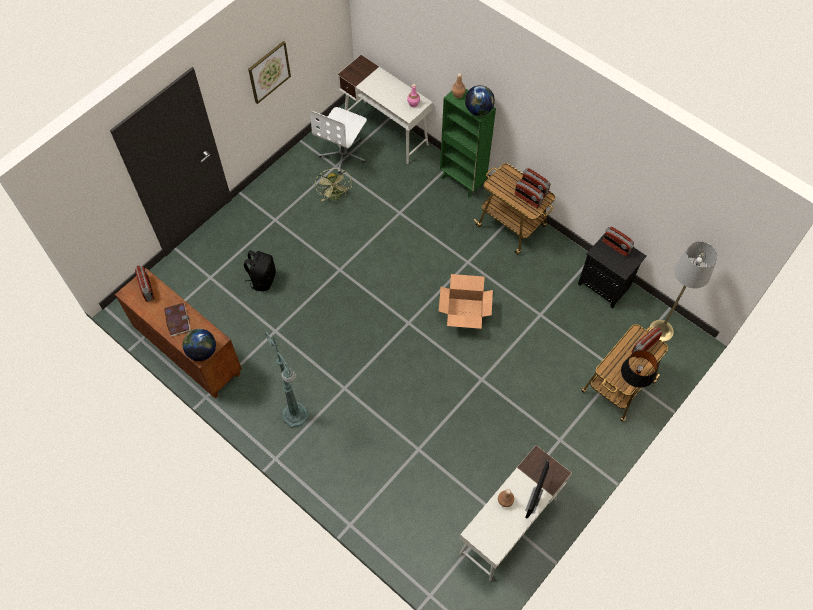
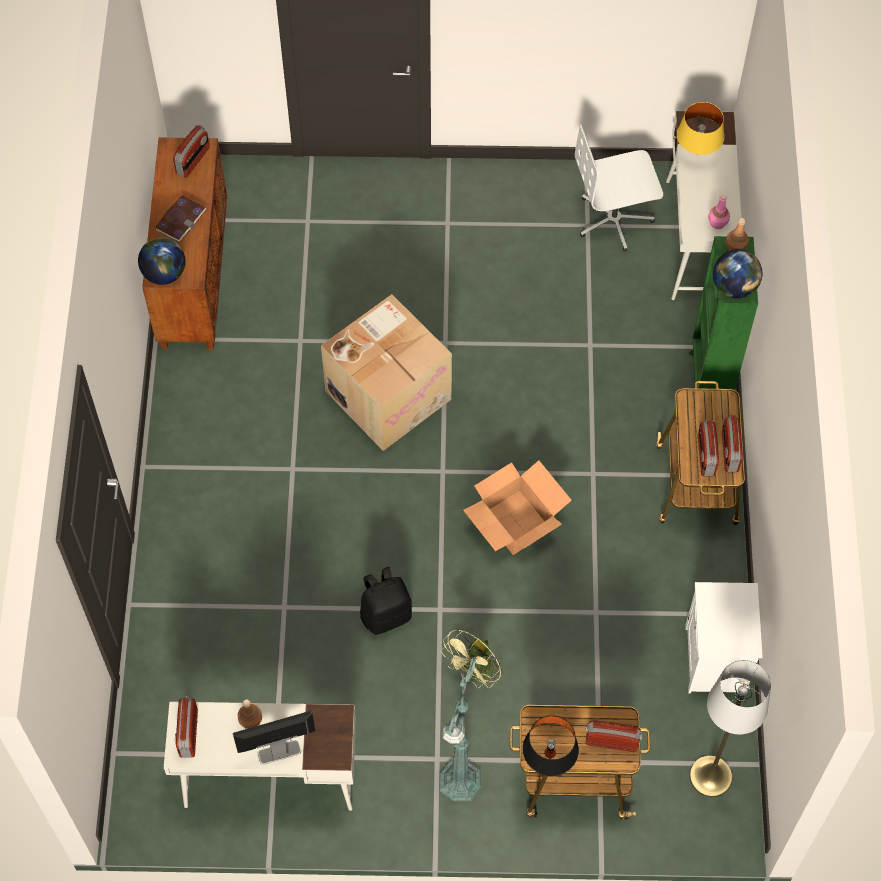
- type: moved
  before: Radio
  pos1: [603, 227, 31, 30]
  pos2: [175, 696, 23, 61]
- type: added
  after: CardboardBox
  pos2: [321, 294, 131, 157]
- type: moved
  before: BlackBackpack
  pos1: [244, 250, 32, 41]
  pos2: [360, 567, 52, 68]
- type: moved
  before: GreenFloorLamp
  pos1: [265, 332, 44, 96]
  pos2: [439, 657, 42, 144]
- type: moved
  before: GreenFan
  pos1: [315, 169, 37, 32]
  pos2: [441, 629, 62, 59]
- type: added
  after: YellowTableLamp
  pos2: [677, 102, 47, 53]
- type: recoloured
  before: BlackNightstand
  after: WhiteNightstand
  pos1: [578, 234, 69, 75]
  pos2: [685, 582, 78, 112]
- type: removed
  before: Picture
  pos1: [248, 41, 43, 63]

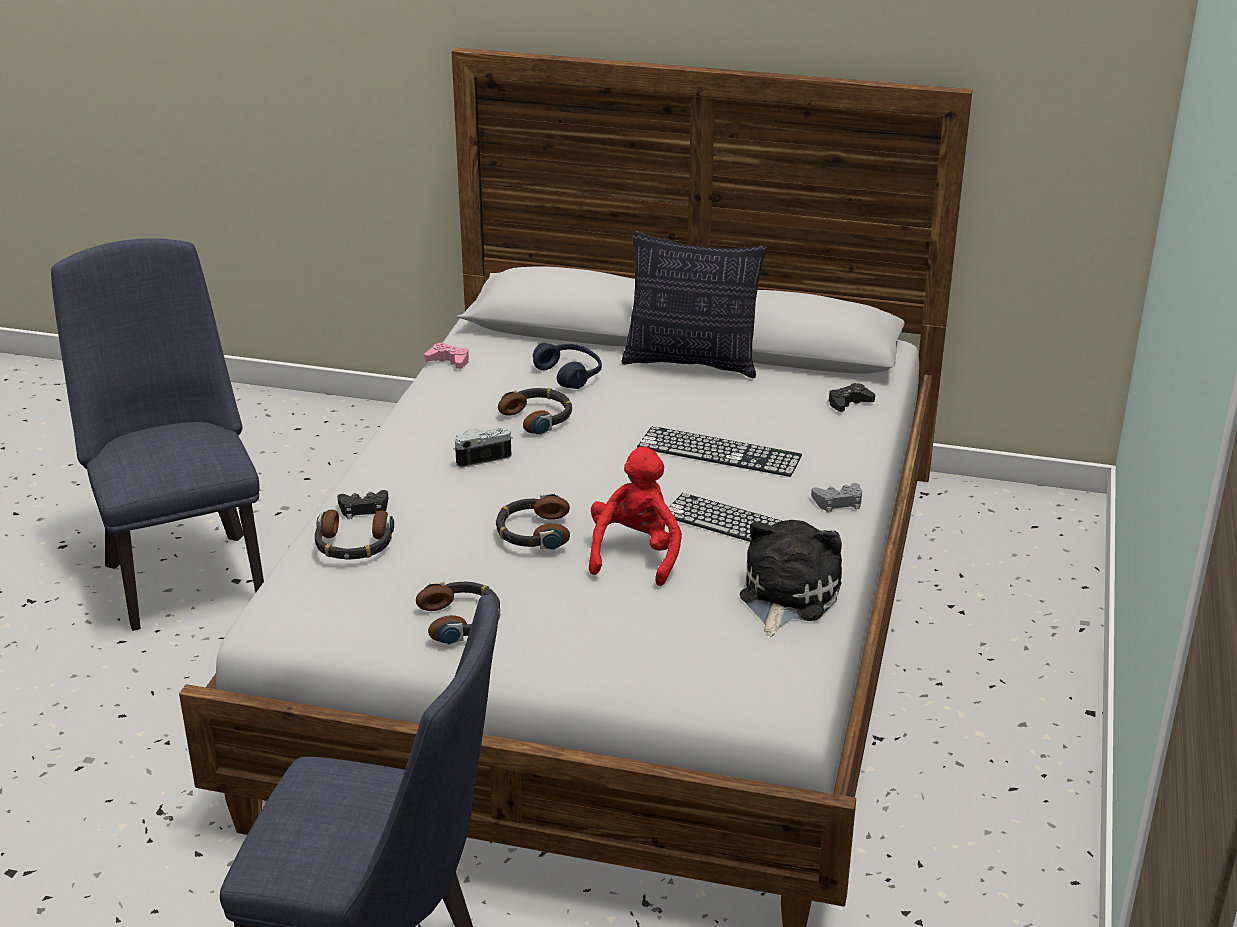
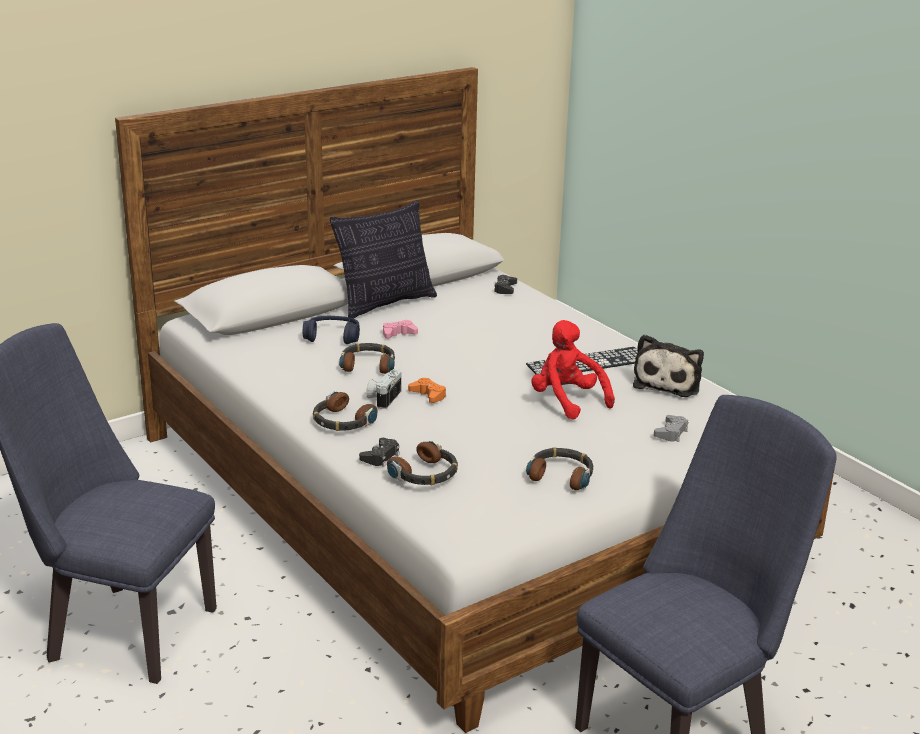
- type: moved
  before: Headphones
  pos1: [496, 493, 74, 57]
  pos2: [313, 391, 65, 40]
- type: moved
  before: PinkGameController
  pos1: [424, 343, 45, 26]
  pos2: [383, 320, 35, 19]
- type: added
  after: OrangeGameController
  pos2: [408, 378, 38, 25]
- type: turned
  before: PlushToy
  pos1: [740, 520, 102, 117]
  pos2: [633, 334, 71, 63]
  turn: -135
- type: moved
  before: GreyGameController
  pos1: [811, 483, 51, 29]
  pos2: [654, 415, 34, 27]
- type: removed
  before: Keyboard
  pos1: [637, 426, 165, 51]

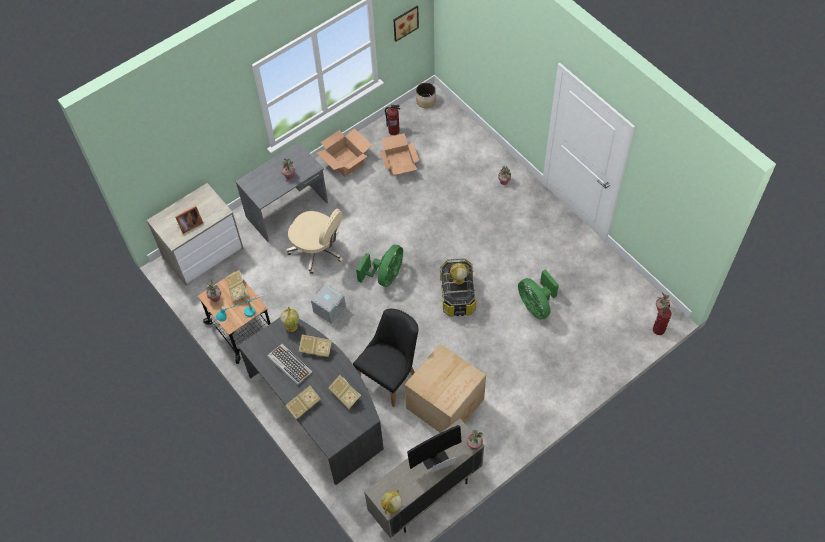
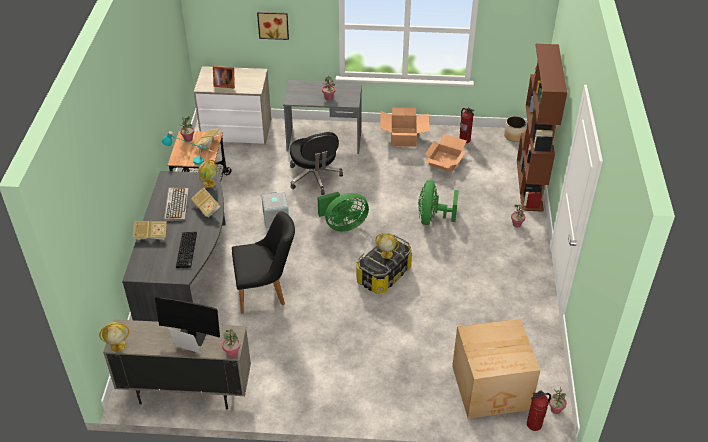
- type: replaced
  before: Book
  after: Keyboard
  pos1: [329, 375, 32, 34]
  pos2: [176, 232, 21, 36]
- type: moved
  before: Picture
  pos1: [394, 6, 25, 36]
  pos2: [257, 12, 32, 28]
- type: recoloured
  before: BeigeOfficeChair
  after: BlackOfficeChair
  pos1: [286, 208, 57, 66]
  pos2: [290, 132, 53, 63]
- type: moved
  before: GreenFan
  pos1: [518, 269, 41, 51]
  pos2: [418, 180, 41, 45]
- type: moved
  before: CardboardBox
  pos1: [404, 344, 82, 89]
  pos2: [452, 319, 88, 100]
- type: added
  after: BrownBookcase
  pos2: [517, 44, 50, 168]

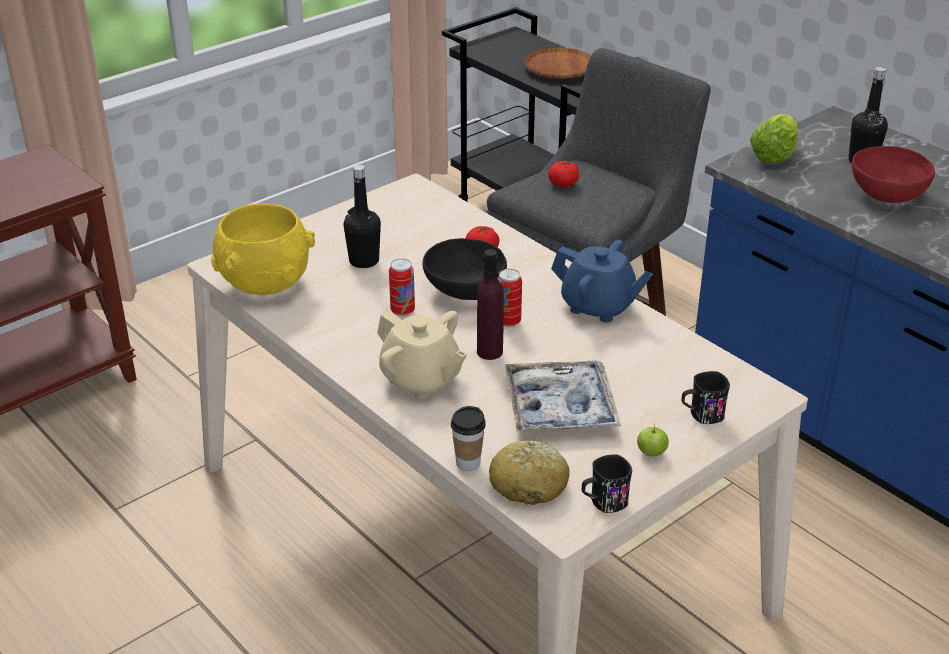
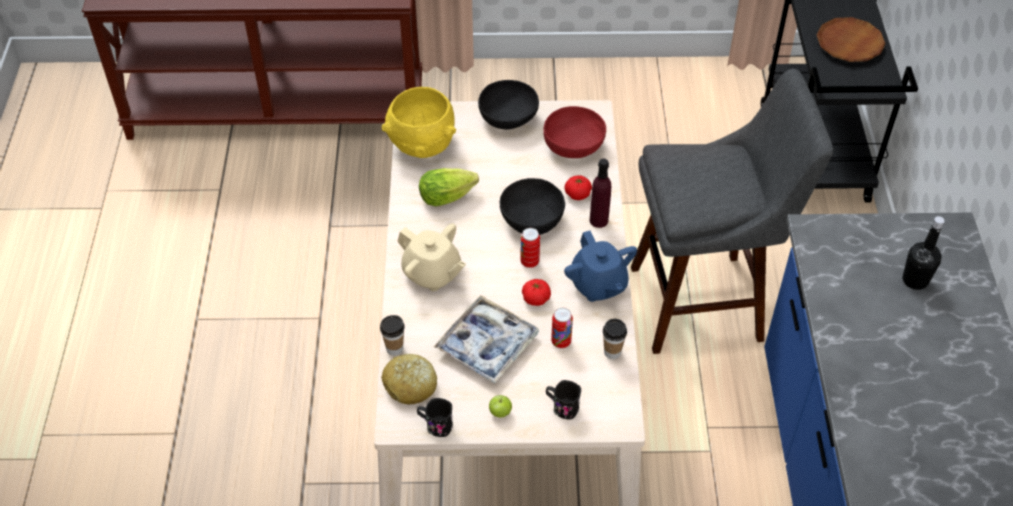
- type: turned
  before: BeigeTeapot
  pos1: [377, 311, 90, 88]
  pos2: [397, 224, 69, 67]
  turn: -45
- type: moved
  before: Lettuce
  pos1: [750, 114, 48, 50]
  pos2: [419, 168, 60, 38]
- type: added
  after: BlackBowl
  pos2: [478, 80, 61, 49]
- type: moved
  before: Tomato
  pos1: [548, 161, 31, 26]
  pos2: [522, 279, 29, 27]
- type: moved
  before: RedBowl
  pos1: [852, 146, 83, 57]
  pos2: [543, 106, 63, 52]
- type: moved
  before: Can
  pos1: [389, 258, 26, 58]
  pos2: [551, 308, 22, 40]
- type: moved
  before: PurpleBottle
  pos1: [477, 249, 27, 111]
  pos2: [590, 159, 21, 69]
- type: added
  after: Cup
  pos2: [603, 319, 24, 40]
- type: removed
  before: BlackBottle
  pos1: [343, 165, 38, 103]

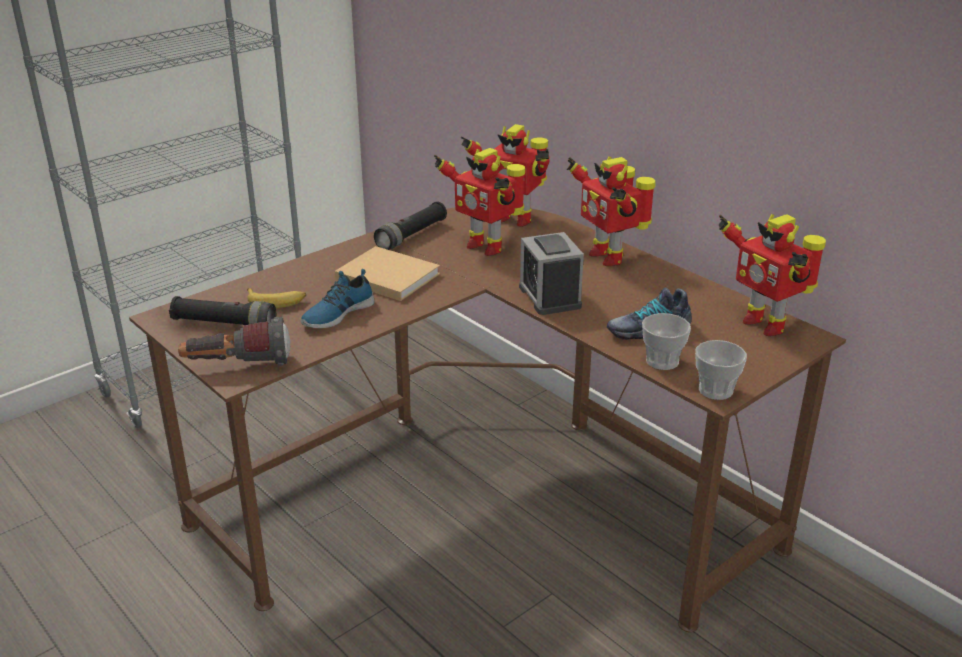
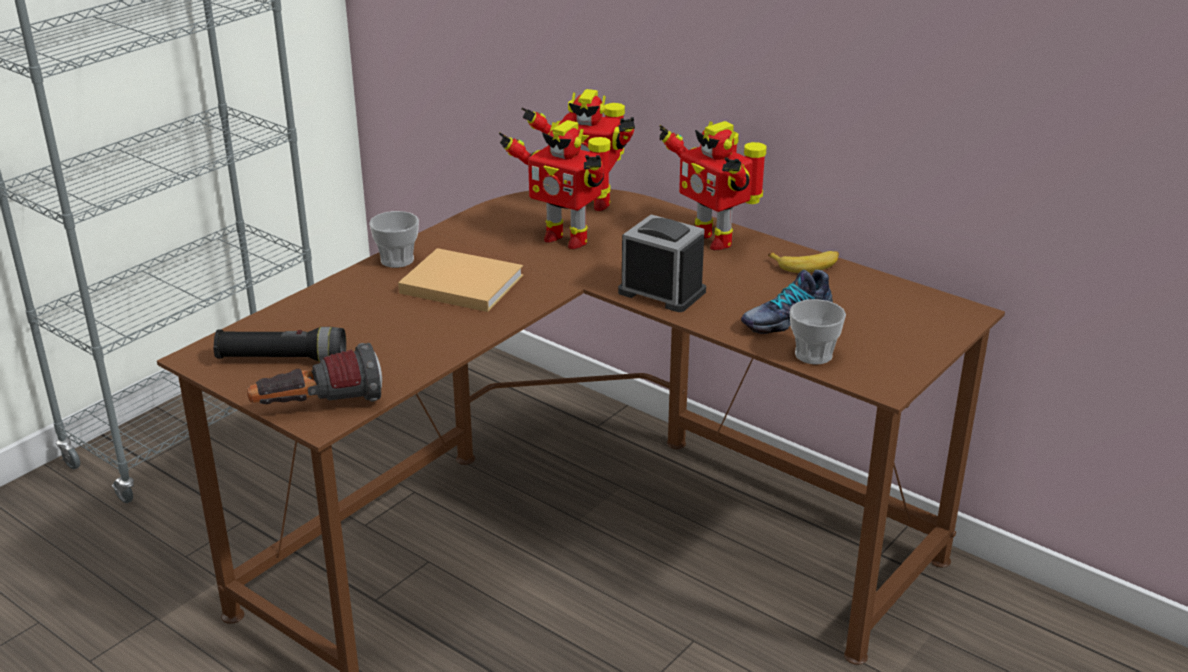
- type: moved
  before: Cup
  pos1: [695, 340, 52, 60]
  pos2: [369, 211, 50, 57]
- type: turned
  before: AlarmClock
  pos1: [519, 232, 65, 83]
  pos2: [618, 214, 88, 98]
  turn: 150
- type: moved
  before: Banana
  pos1: [247, 288, 59, 20]
  pos2: [768, 251, 71, 22]
- type: removed
  before: Shoe
  pos1: [301, 269, 74, 59]
- type: removed
  before: BlackFlashlight
  pos1: [374, 201, 73, 49]
- type: removed
  before: ToyRobot
  pos1: [719, 214, 107, 122]

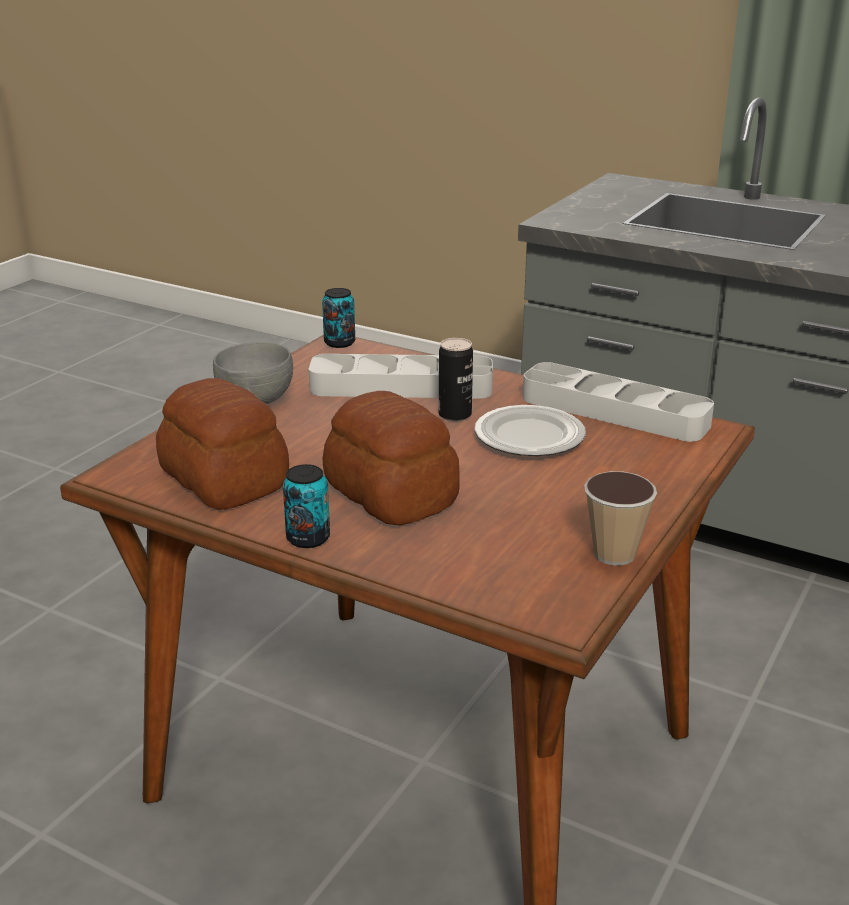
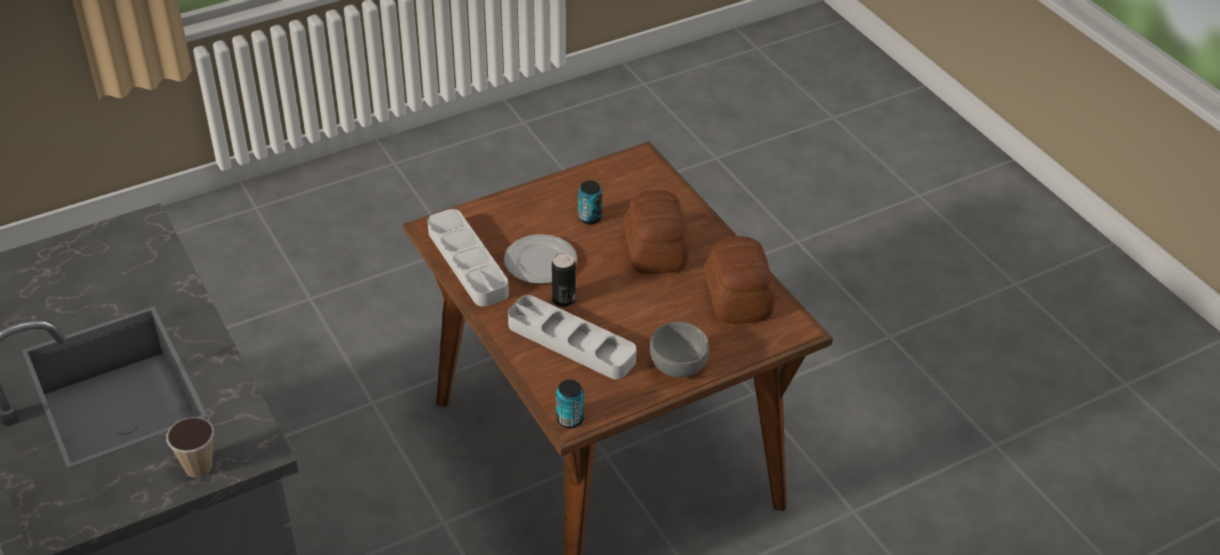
- type: moved
  before: Cup
  pos1: [584, 471, 73, 95]
  pos2: [166, 417, 48, 61]
- type: moved
  before: Can
  pos1: [283, 464, 47, 84]
  pos2: [578, 181, 24, 44]

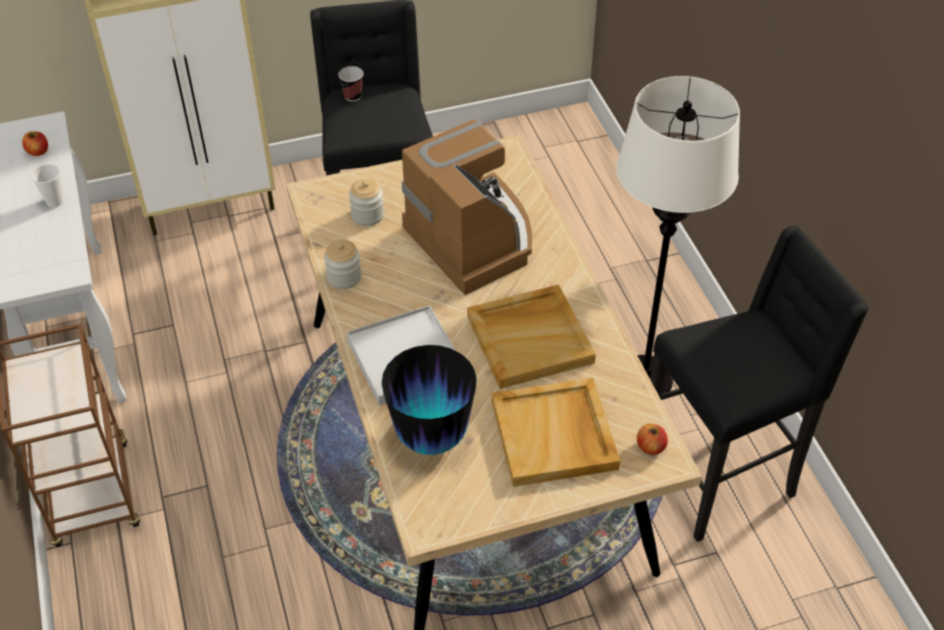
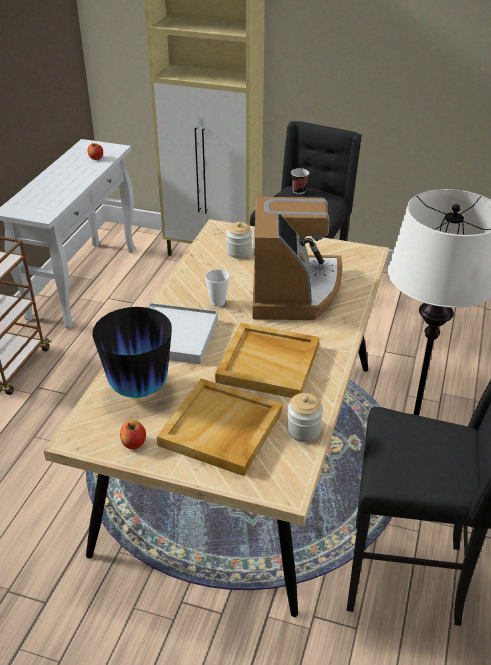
- type: moved
  before: Apple
  pos1: [637, 424, 31, 31]
  pos2: [120, 421, 26, 28]
- type: moved
  before: Cup
  pos1: [31, 164, 33, 43]
  pos2: [205, 269, 24, 38]
- type: moved
  before: Jar
  pos1: [324, 240, 37, 49]
  pos2: [287, 393, 36, 49]

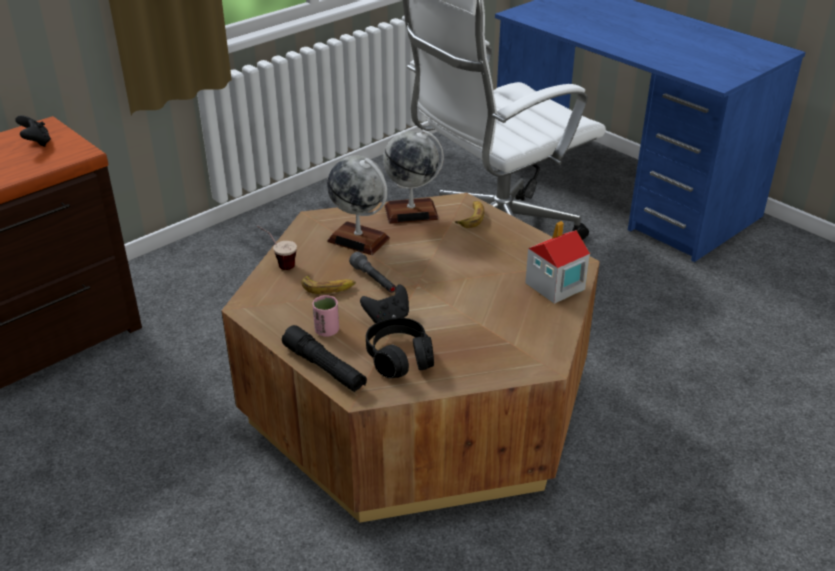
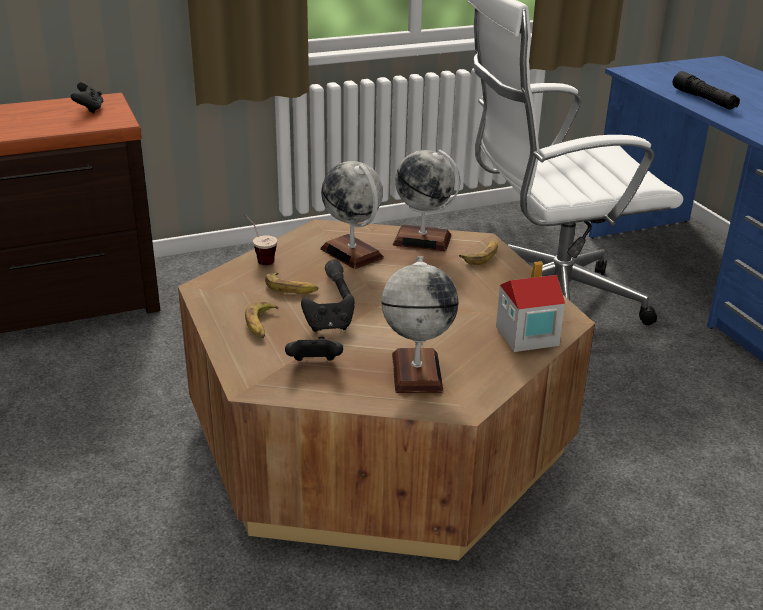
- type: replaced
  before: PinkCup
  after: Banana
  pos1: [313, 295, 26, 42]
  pos2: [245, 301, 34, 37]
- type: replaced
  before: BlackHeadphones
  after: BlackGameController
  pos1: [366, 318, 68, 60]
  pos2: [285, 336, 58, 25]
- type: added
  after: Globe
  pos2: [381, 256, 78, 137]
- type: moved
  before: BlackFlashlight
  pos1: [282, 325, 85, 67]
  pos2: [673, 71, 67, 39]

